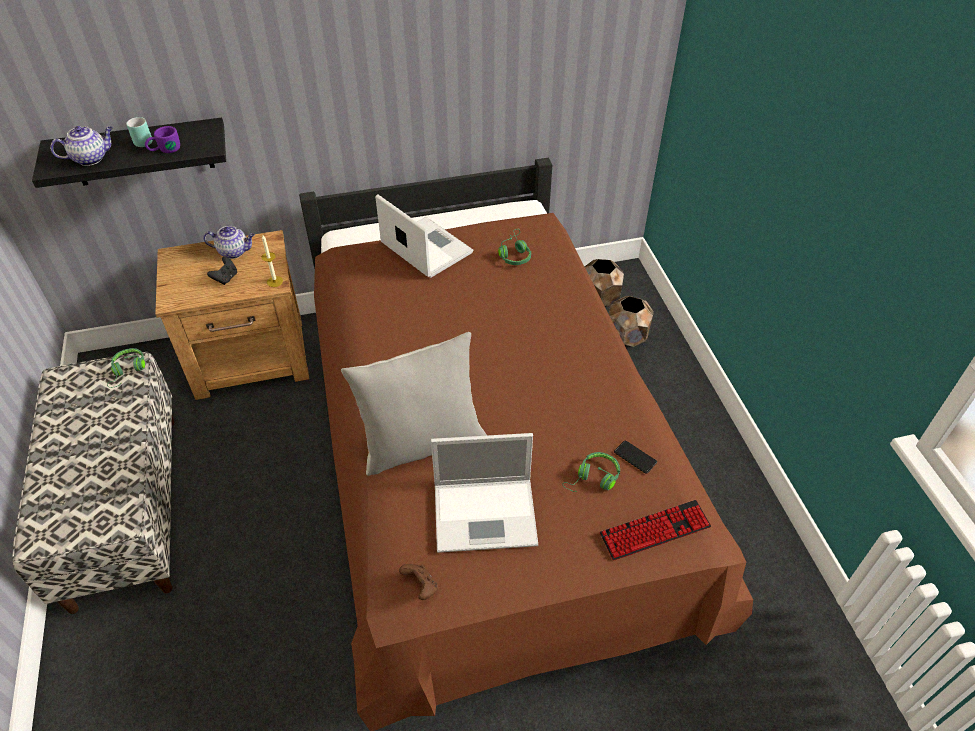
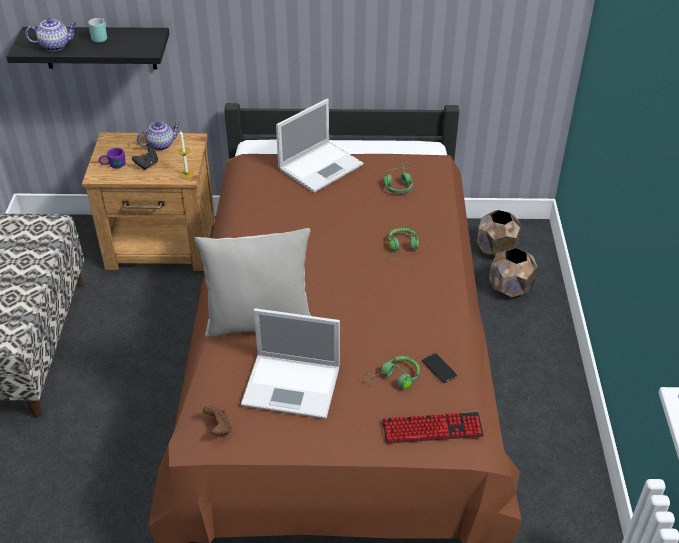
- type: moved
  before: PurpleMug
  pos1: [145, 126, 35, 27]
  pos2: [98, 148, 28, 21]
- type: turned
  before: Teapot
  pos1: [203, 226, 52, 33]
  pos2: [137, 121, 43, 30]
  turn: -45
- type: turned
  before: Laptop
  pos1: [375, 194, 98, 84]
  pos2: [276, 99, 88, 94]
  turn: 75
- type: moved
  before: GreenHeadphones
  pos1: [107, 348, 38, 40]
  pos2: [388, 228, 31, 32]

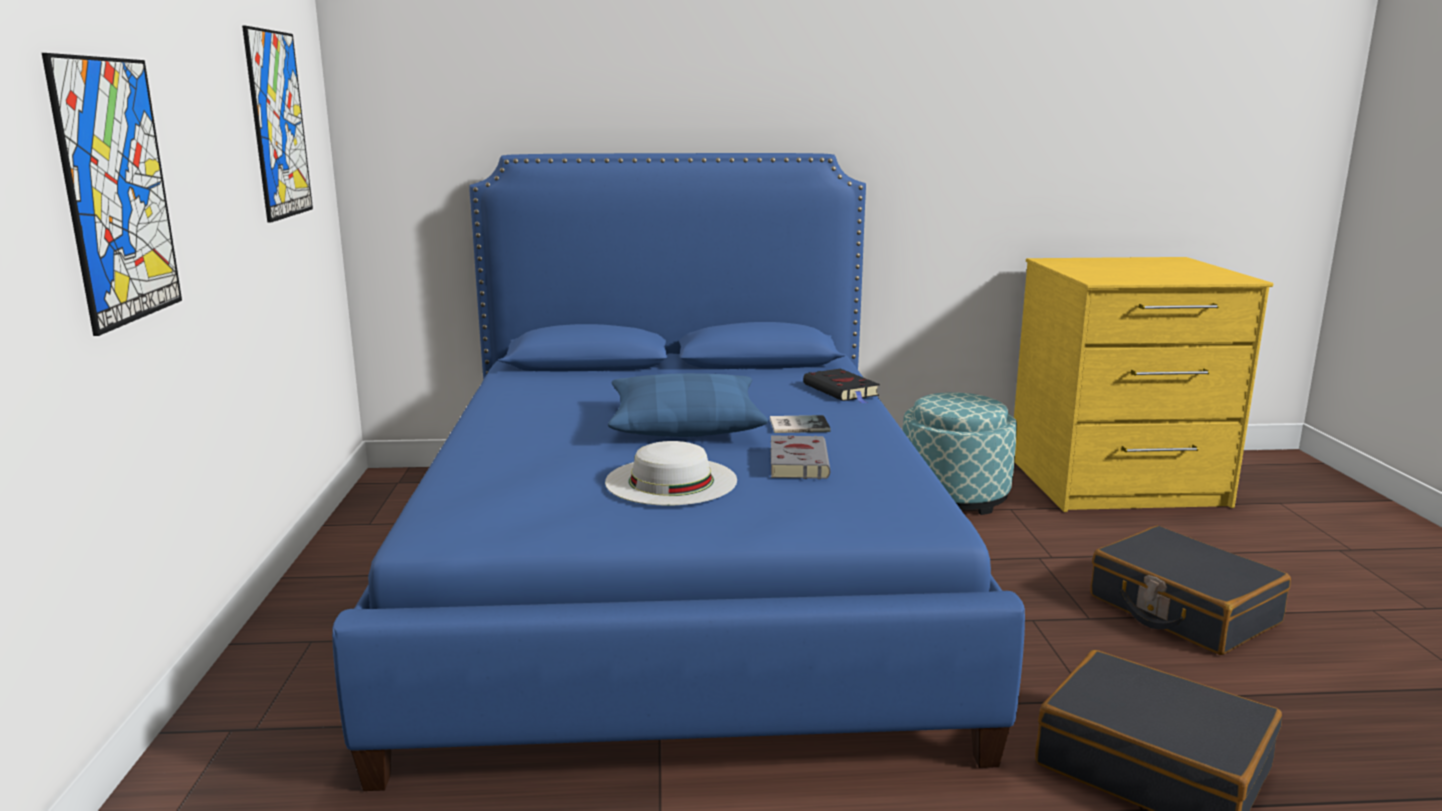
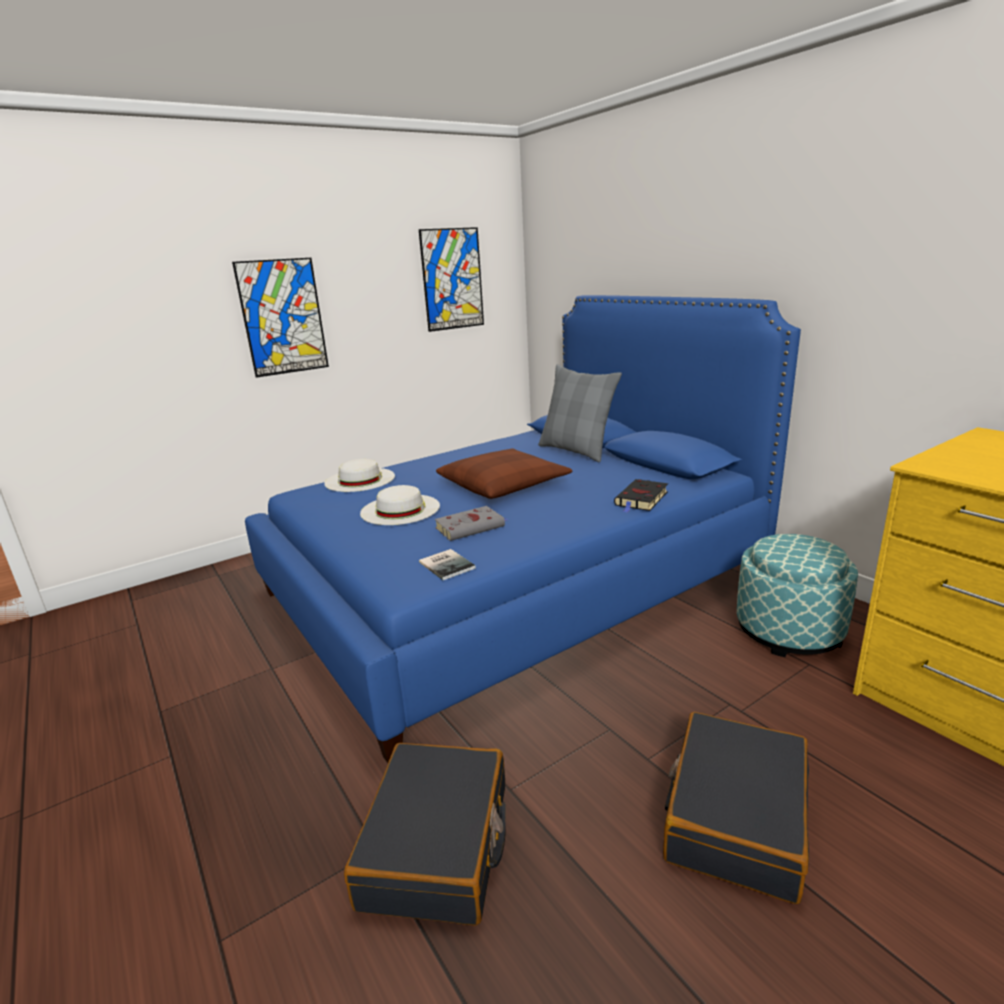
- type: added
  after: WhiteHat
  pos2: [324, 459, 71, 33]
- type: moved
  before: Book
  pos1: [770, 415, 61, 18]
  pos2: [419, 549, 57, 31]
- type: recoloured
  before: BluePillow
  after: BrownPillow
  pos1: [608, 373, 160, 64]
  pos2: [436, 448, 137, 51]
- type: added
  after: GreyPillow
  pos2: [538, 364, 84, 98]

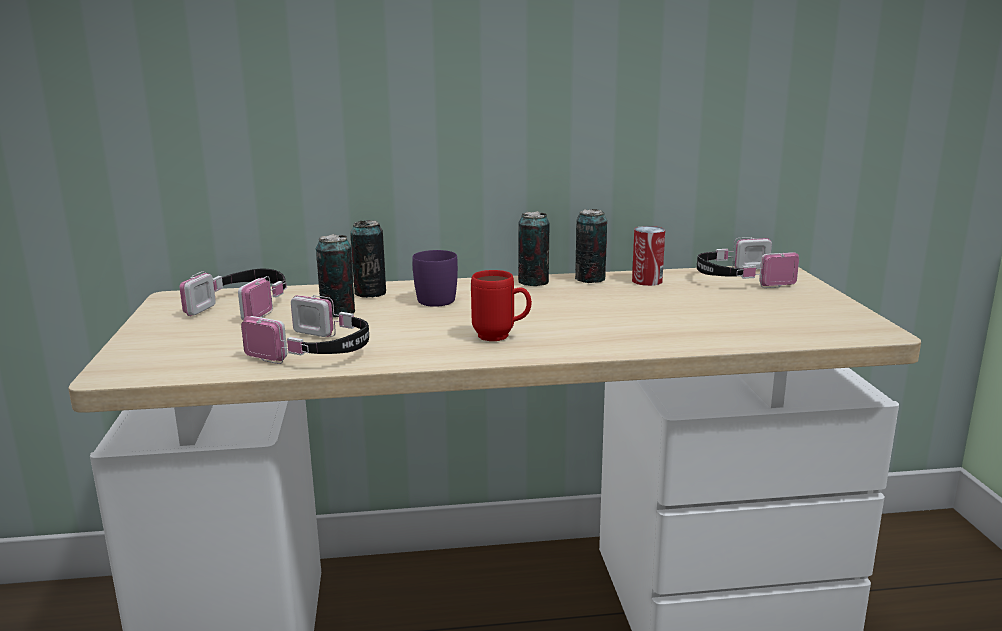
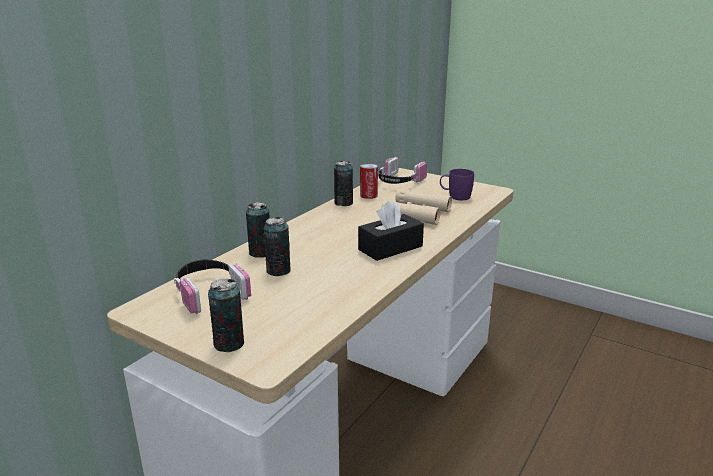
- type: moved
  before: Can
  pos1: [518, 211, 31, 75]
  pos2: [208, 279, 36, 73]
- type: replaced
  before: RedMug
  after: BlackTissueBox
  pos1: [471, 270, 61, 71]
  pos2: [358, 200, 66, 61]
- type: added
  after: BeigeBinoculars
  pos2: [381, 189, 71, 36]
- type: moved
  before: PurpleMug
  pos1: [412, 250, 46, 57]
  pos2: [440, 169, 34, 31]
- type: removed
  before: Headphones
  pos1: [241, 295, 128, 69]

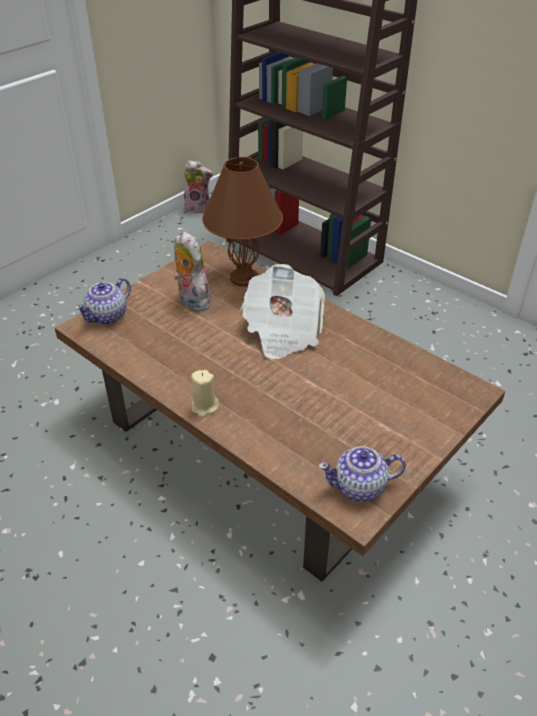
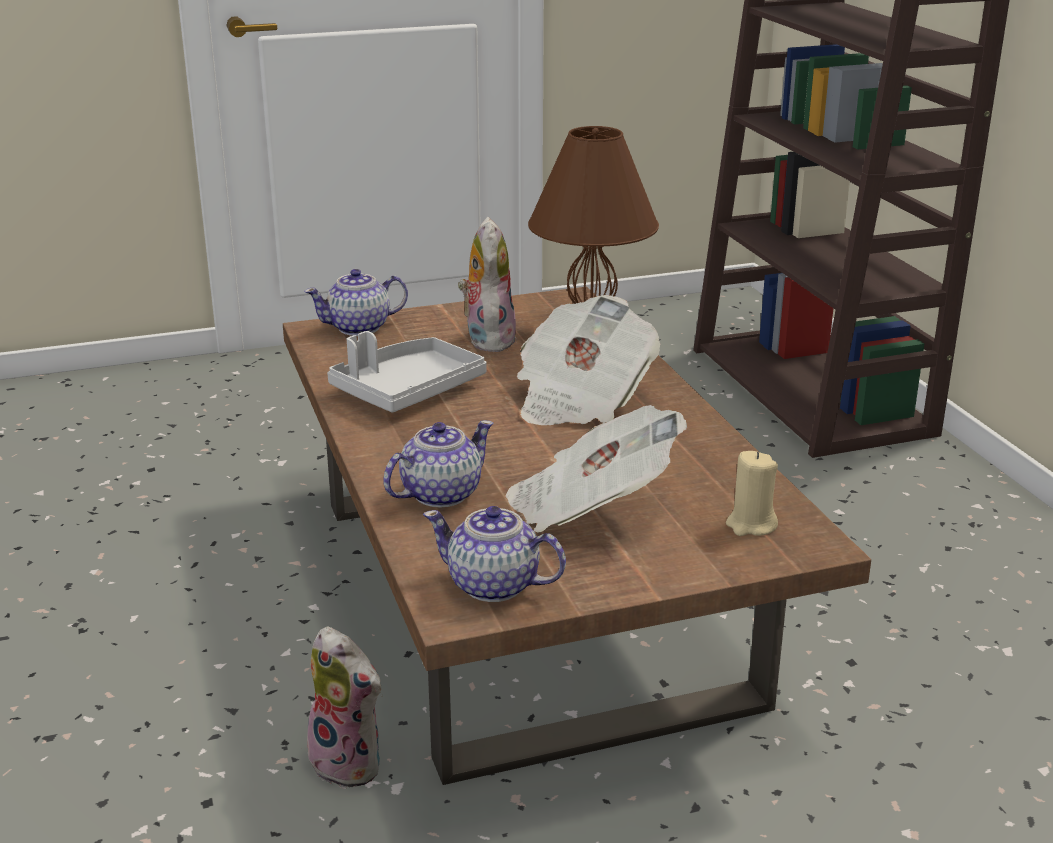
- type: moved
  before: PlushToy
  pos1: [183, 160, 30, 53]
  pos2: [307, 627, 75, 162]
- type: added
  after: GreyTray
  pos2: [327, 331, 160, 81]
- type: added
  after: Teapot
  pos2: [383, 420, 110, 88]
- type: added
  after: Newspaper
  pos2: [505, 405, 182, 128]
- type: moved
  before: BeigeCandle
  pos1: [191, 370, 28, 47]
  pos2: [726, 451, 52, 85]

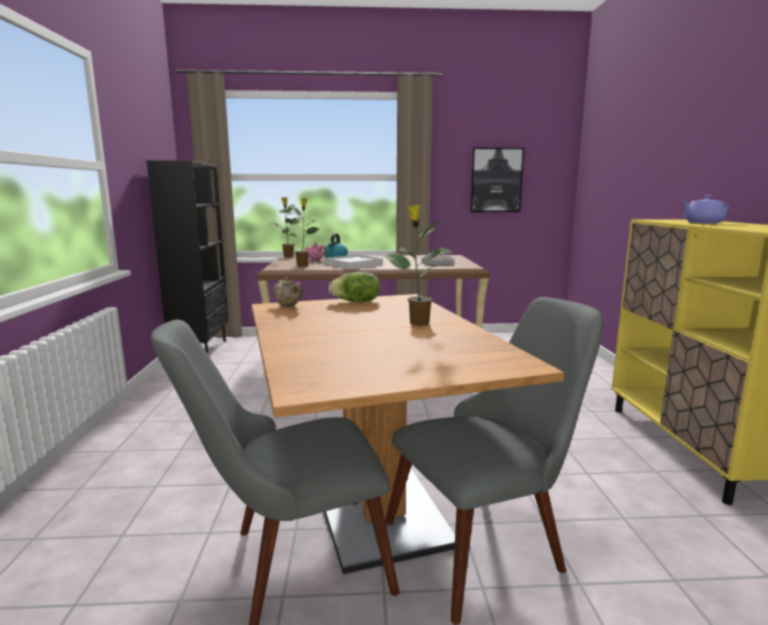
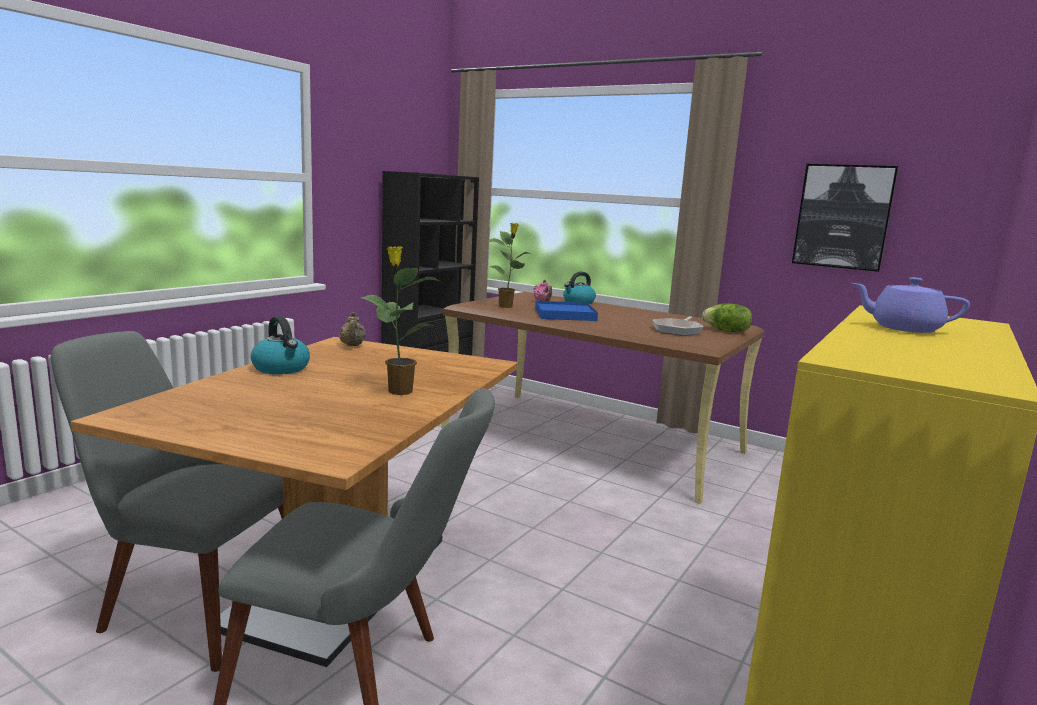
- type: added
  after: Kettle
  pos2: [251, 316, 59, 58]
- type: recoloured
  before: WhiteTray
  after: BlueTray
  pos1: [325, 255, 58, 14]
  pos2: [535, 301, 63, 20]
- type: moved
  before: Lettuce
  pos1: [328, 272, 52, 30]
  pos2: [702, 304, 50, 28]
- type: removed
  before: PottedPlant
  pos1: [270, 197, 32, 60]

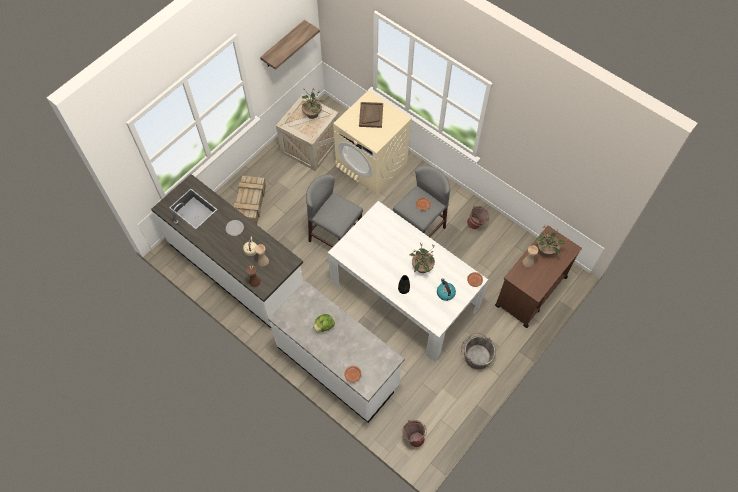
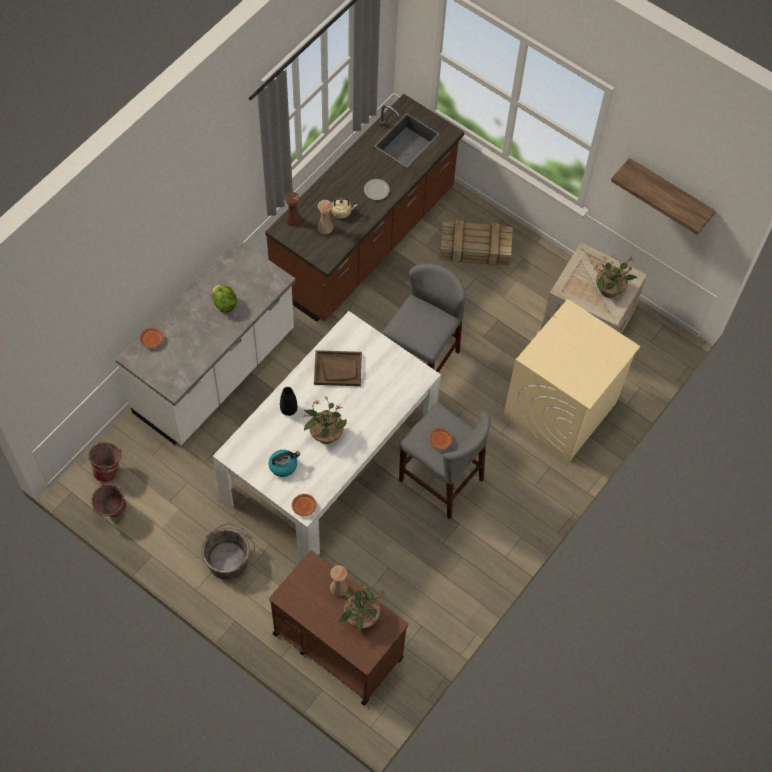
- type: moved
  before: Bucket
  pos1: [467, 206, 22, 23]
  pos2: [90, 483, 36, 34]
- type: recoloured
  before: WhiteCounter
  after: BrownCounter
  pos1: [151, 174, 152, 154]
  pos2: [265, 94, 199, 228]
- type: moved
  before: BrownTray
  pos1: [359, 102, 24, 26]
  pos2: [314, 350, 48, 36]

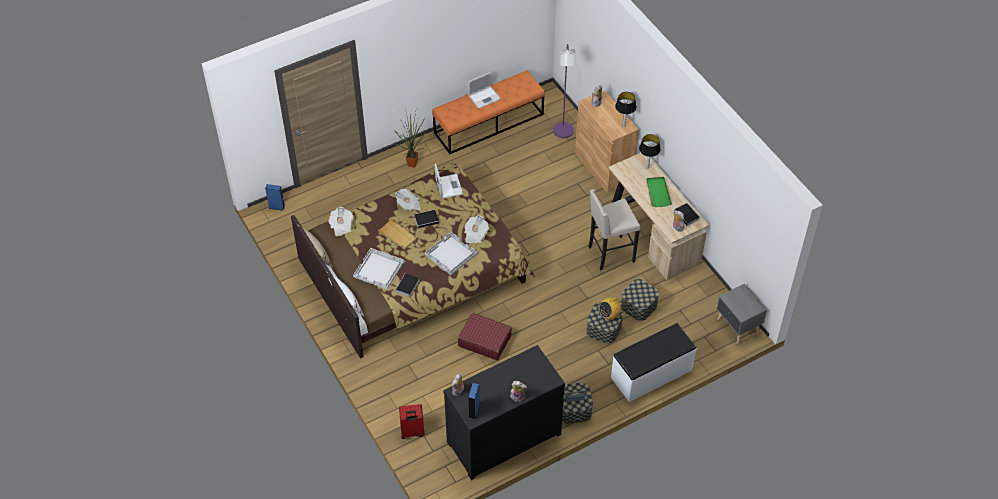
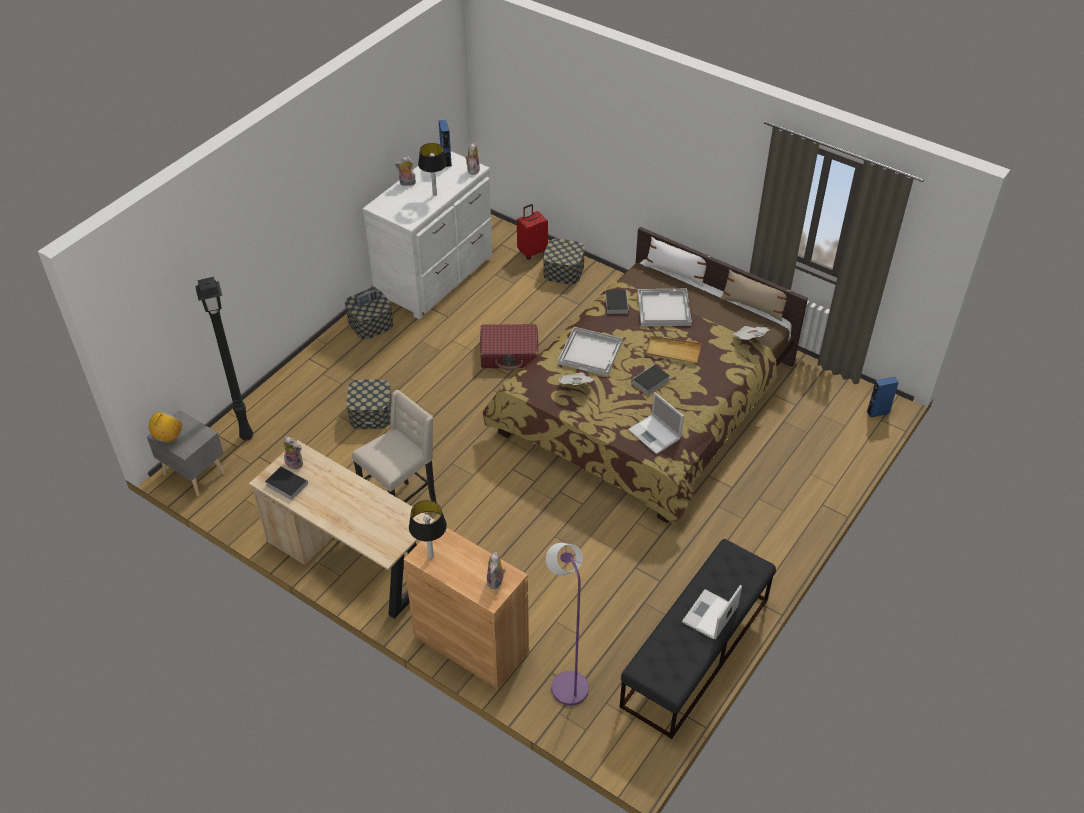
- type: moved
  before: Radio
  pos1: [599, 297, 22, 23]
  pos2: [149, 411, 33, 32]
- type: added
  after: BlackFloorLamp
  pos2: [195, 277, 58, 164]
- type: recoloured
  before: BlackDresser
  after: WhiteDresser
  pos1: [444, 345, 121, 135]
  pos2: [362, 151, 130, 168]
- type: moved
  before: TableLamp
  pos1: [639, 134, 22, 35]
  pos2: [418, 143, 29, 53]
- type: moved
  before: StorageBox
  pos1: [621, 279, 38, 42]
  pos2: [543, 238, 42, 47]
- type: recoloured
  before: OrangeBench
  after: BlackBench
  pos1: [432, 70, 113, 84]
  pos2: [620, 539, 156, 200]
- type: removed
  before: PottedPlant
  pos1: [394, 112, 33, 56]
- type: removed
  before: Newspaper
  pos1: [395, 189, 25, 22]
- type: removed
  before: WhiteBench
  pos1: [611, 323, 86, 79]
- type: removed
  before: GreenTray
  pos1: [647, 177, 25, 30]

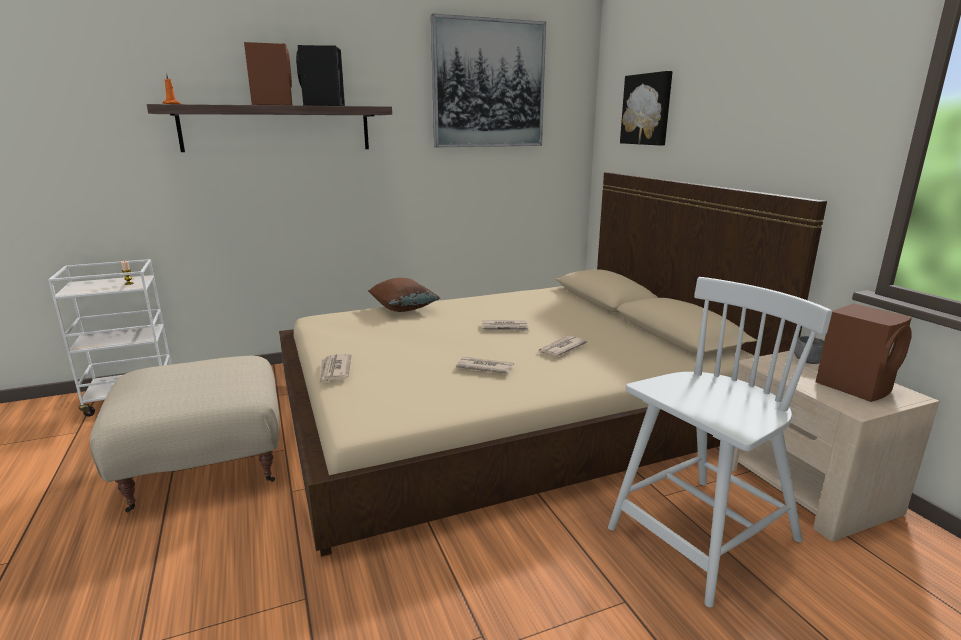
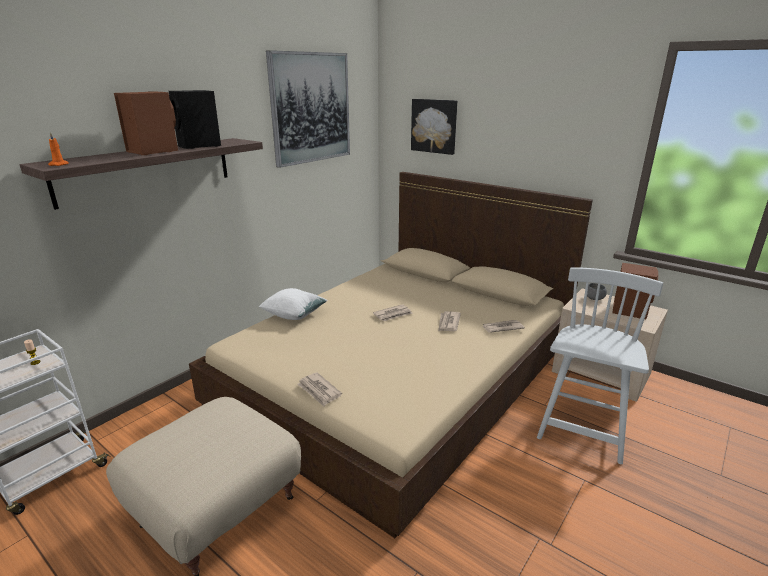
- type: recoloured
  before: BrownPillow
  after: WhitePillow
  pos1: [368, 278, 72, 34]
  pos2: [259, 288, 69, 32]
- type: moved
  before: Newspaper
  pos1: [456, 357, 58, 17]
  pos2: [482, 320, 43, 13]

